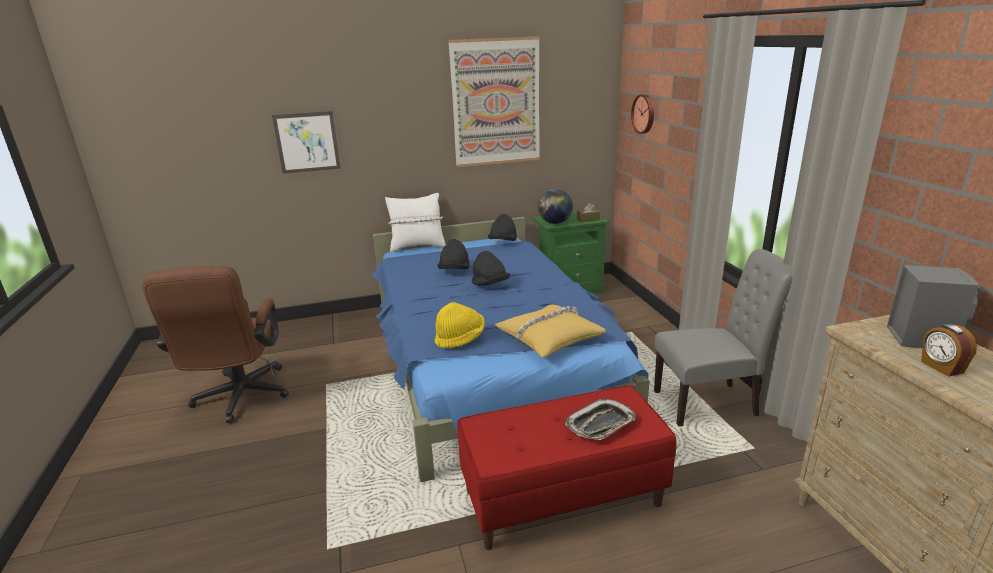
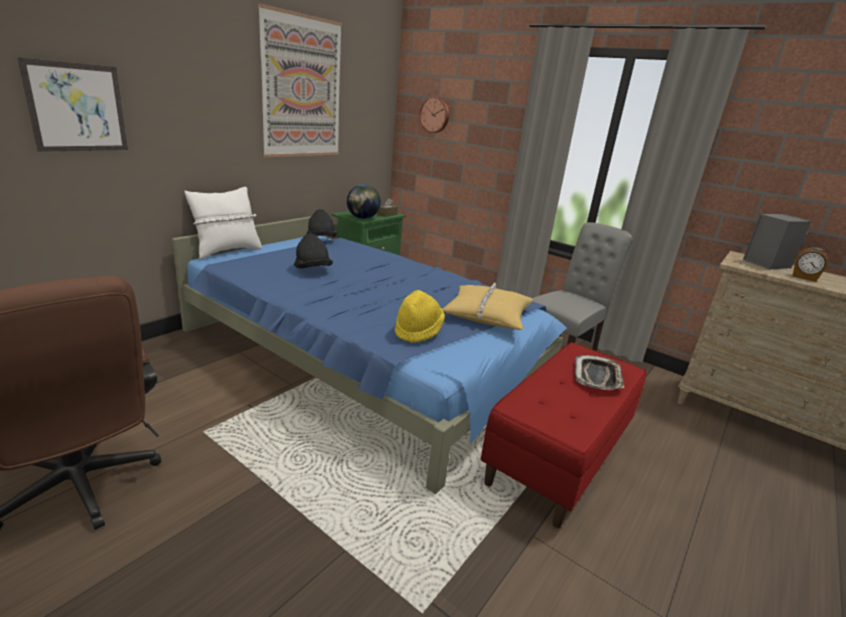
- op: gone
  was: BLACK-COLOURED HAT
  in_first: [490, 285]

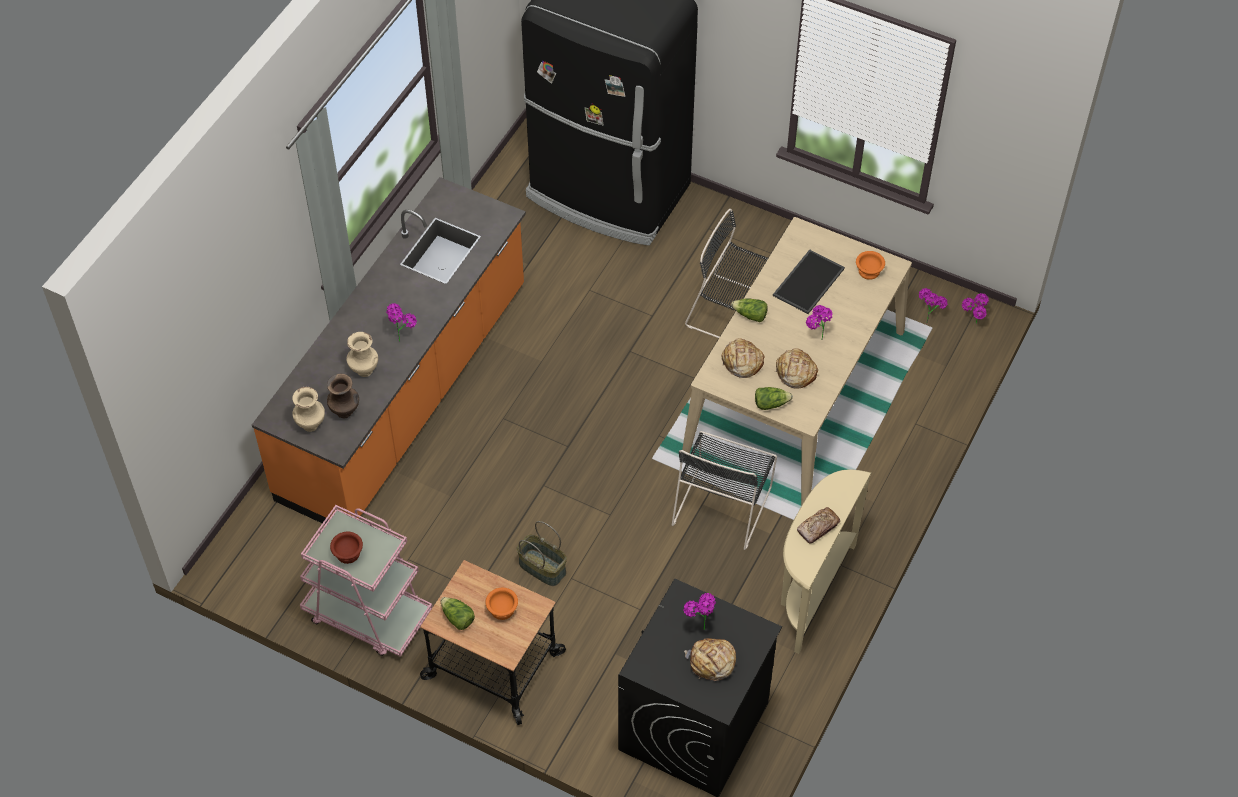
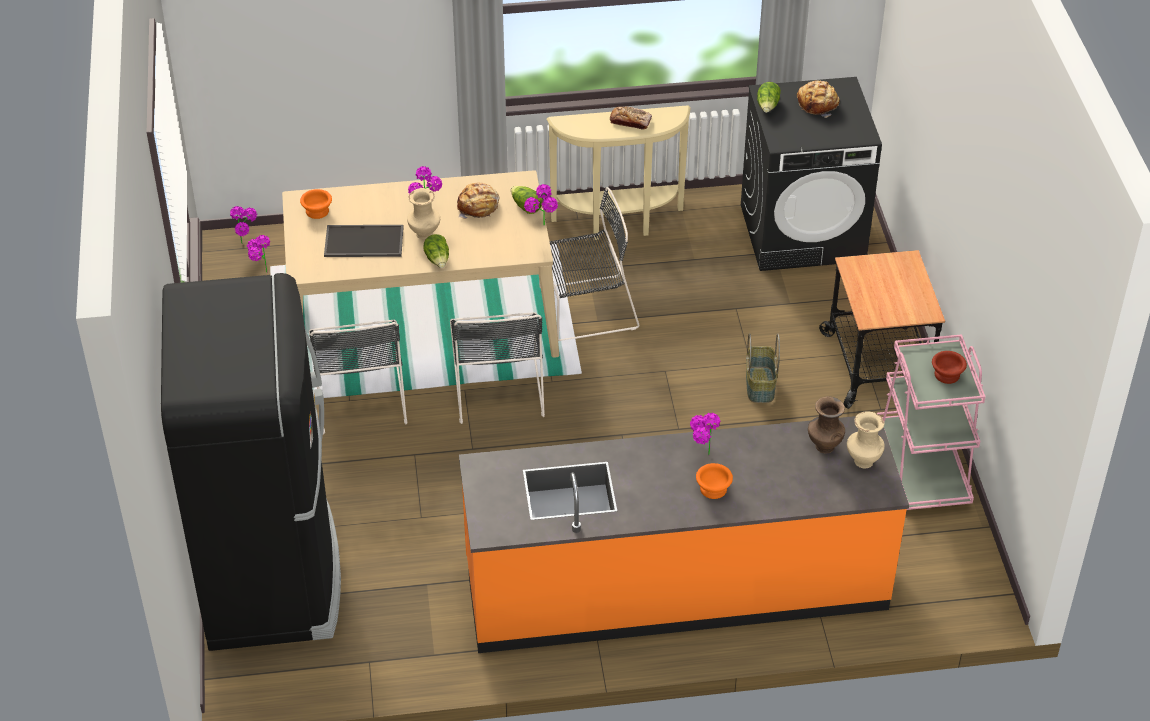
- op: shifted
  was: BEIGE-COLOURED DECORATIVE VASE
  in_first: [364, 370]
  in_second: [425, 235]
- op: new
  now: BLACK-COLOURED CHAIR
  in_second: [498, 387]
- op: shifted
  was: PLANT IN A POT
  in_first: [699, 625]
  in_second: [542, 229]
- op: shifted
  was: ORANGEY BOWL
  in_first: [502, 610]
  in_second: [714, 489]
- op: shifted
  was: HEAD OF LETTUCE
  in_first: [457, 618]
  in_second: [768, 106]
- op: gone
  was: BAKED BREAD
  in_first: [741, 362]

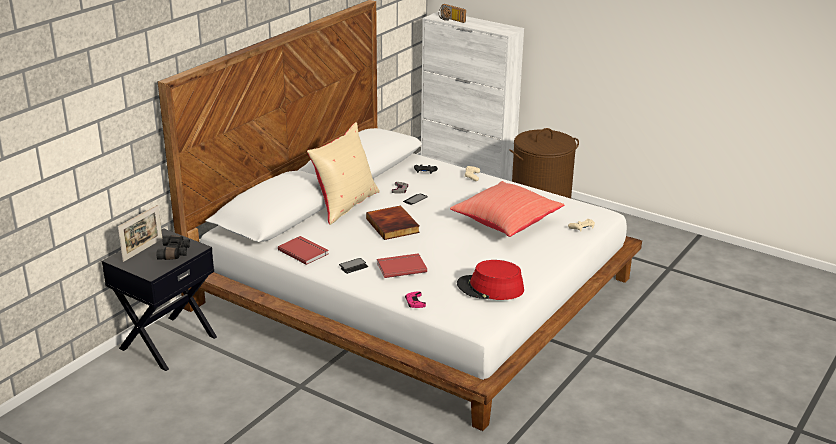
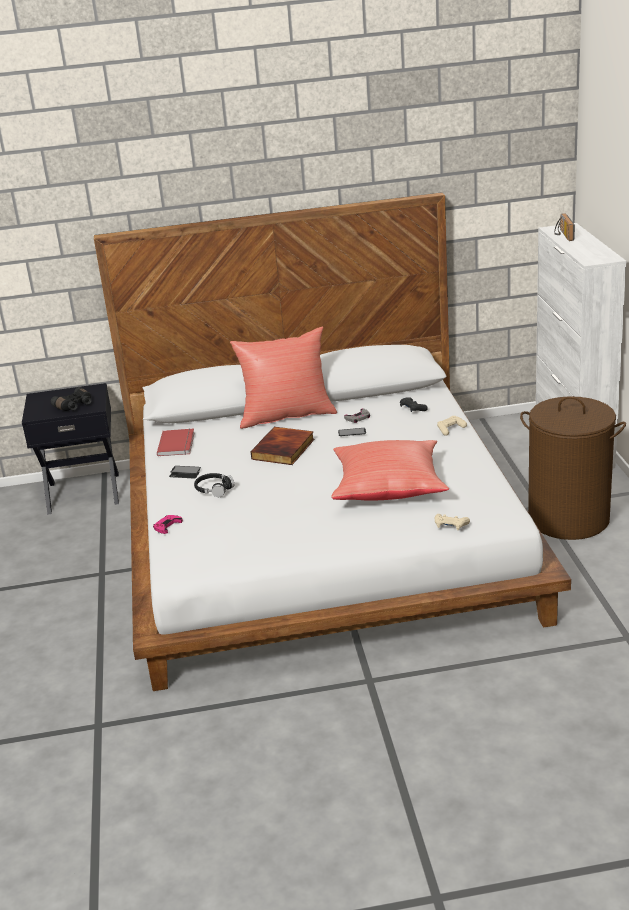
- op: swapped
  was: RED BOOK
  now: BLACK-COLOURED PAIR OF HEADPHONES
  in_first: [401, 267]
  in_second: [214, 489]
- op: repainted
  was: BEIGE-COLOURED THROW PILLOW
  now: RED THROW PILLOW
  in_first: [345, 205]
  in_second: [286, 415]
- op: gone
  was: PICTURE FRAME
  in_first: [142, 250]
- op: gone
  was: RED HAT
  in_first: [490, 288]

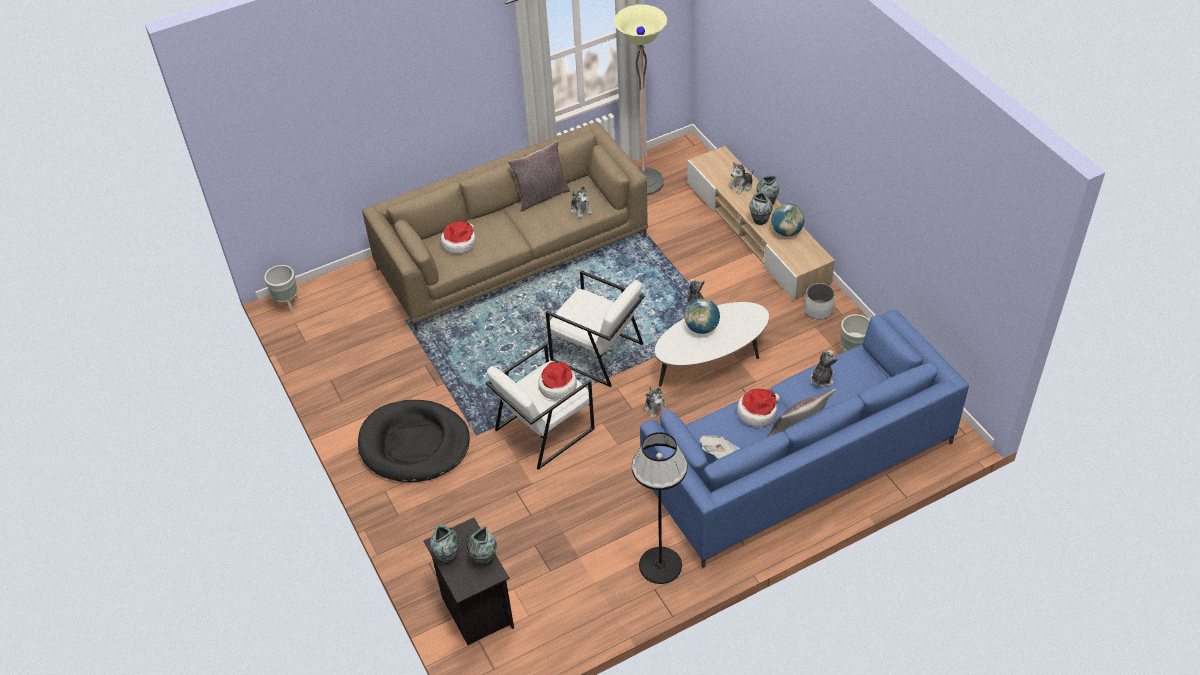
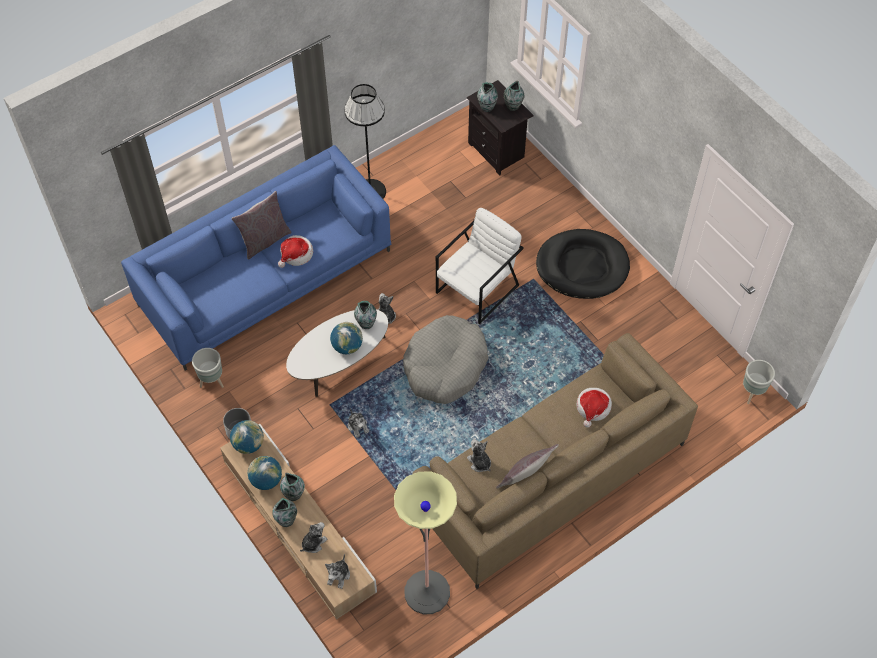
- op: new
  now: DESK GLOBE
  in_second: [248, 444]
- op: shifted
  was: PLUSH TOY
  in_first: [822, 378]
  in_second: [339, 575]
- op: new
  now: DECORATIVE VASE
  in_second: [366, 323]
- op: swapped
  was: WHITE-COLOURED ARMCHAIR
  now: GREY DOG BED
  in_first: [597, 352]
  in_second: [445, 366]
- op: gone
  was: HAT
  in_first: [557, 385]
- op: gone
  was: DAILY PAPER
  in_first: [720, 454]

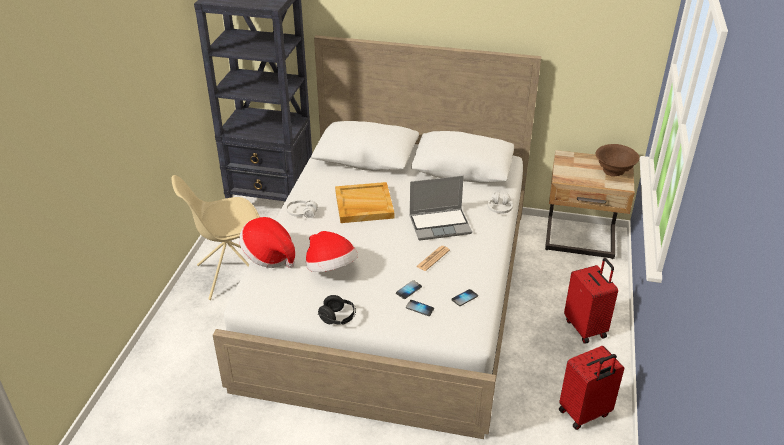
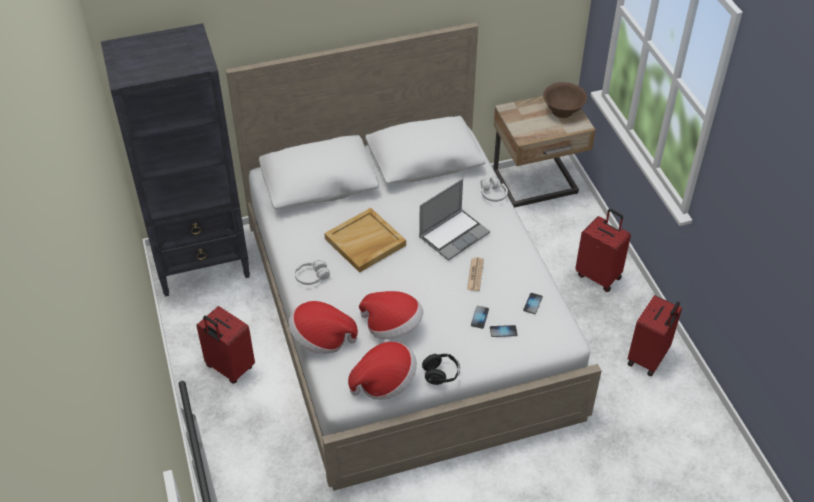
- op: swapped
  was: BEIGE-COLOURED CHAIR
  now: RED PIECE OF LUGGAGE
  in_first: [230, 275]
  in_second: [229, 368]
- op: new
  now: HAT
  in_second: [384, 381]

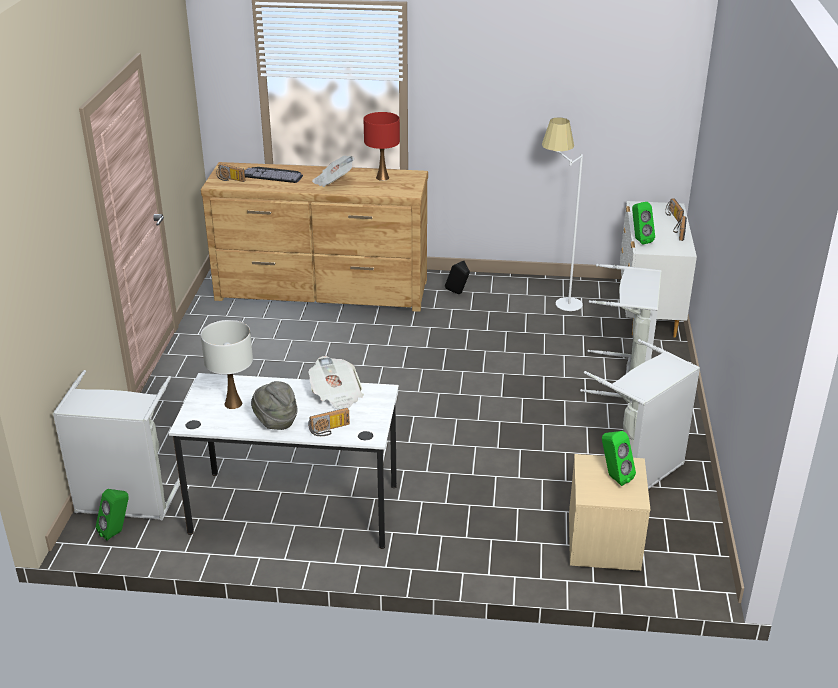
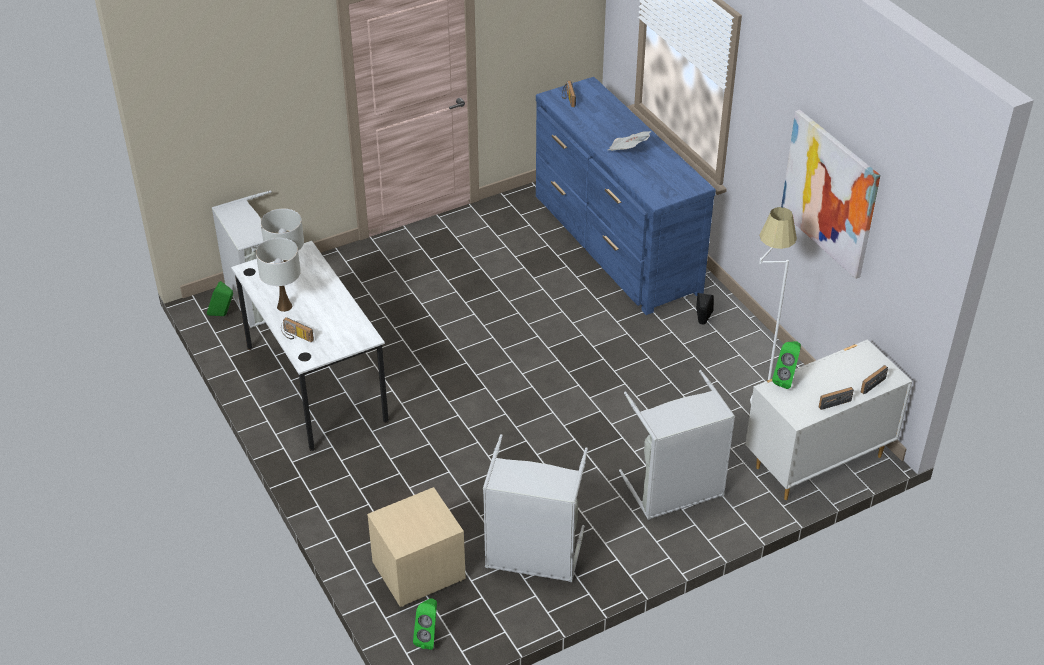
- op: swapped
  was: GREY HAT
  now: WHITE-COLOURED LAMP FOR A TABLE
  in_first: [275, 421]
  in_second: [284, 306]
- op: shifted
  was: GREEN SPEAKER
  in_first: [614, 477]
  in_second: [428, 637]
- op: repainted
  was: BROWNISH CHEST OF DRAWERS
  now: BLUISH CHEST OF DRAWERS
  in_first: [322, 291]
  in_second: [615, 243]
- op: new
  now: PICTURE
  in_second: [830, 193]
- op: gone
  was: COMPUTER KEYBOARD
  in_first: [273, 174]
- op: gone
  was: DAILY PAPER
  in_first: [336, 396]
- op: gone
  was: RED LAMP FOR A TABLE
  in_first: [382, 177]

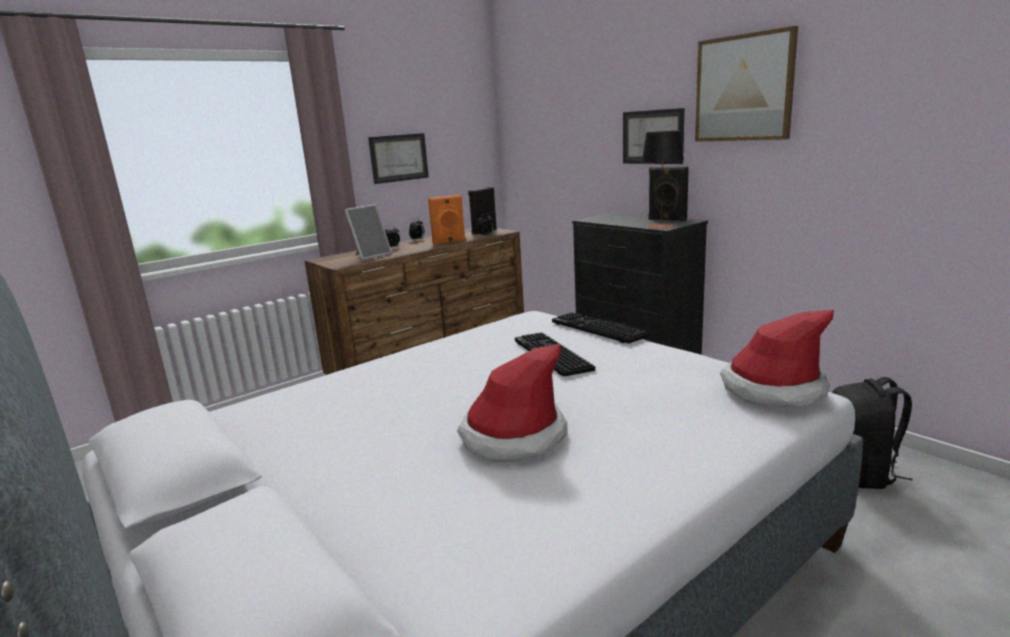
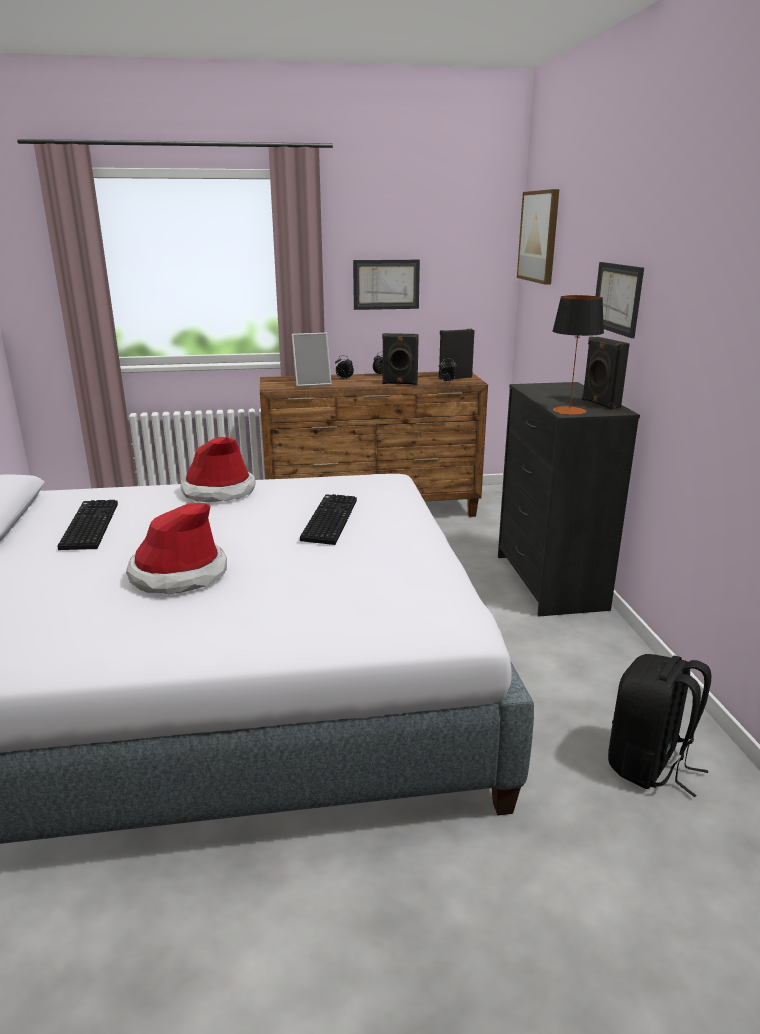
- op: shifted
  was: COMPUTER KEYBOARD
  in_first: [596, 329]
  in_second: [88, 525]
- op: shifted
  was: HAT
  in_first: [772, 388]
  in_second: [218, 491]
- op: repainted
  was: ORANGEY SPEAKER
  now: BLACK-COLOURED SPEAKER
  in_first: [449, 242]
  in_second: [400, 383]
- op: shifted
  was: PICTURE
  in_first: [744, 88]
  in_second: [539, 236]

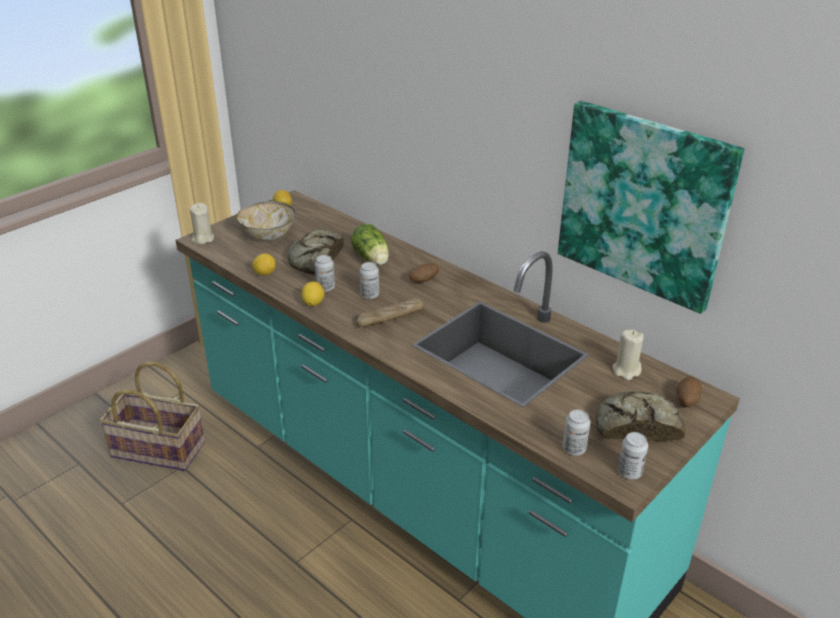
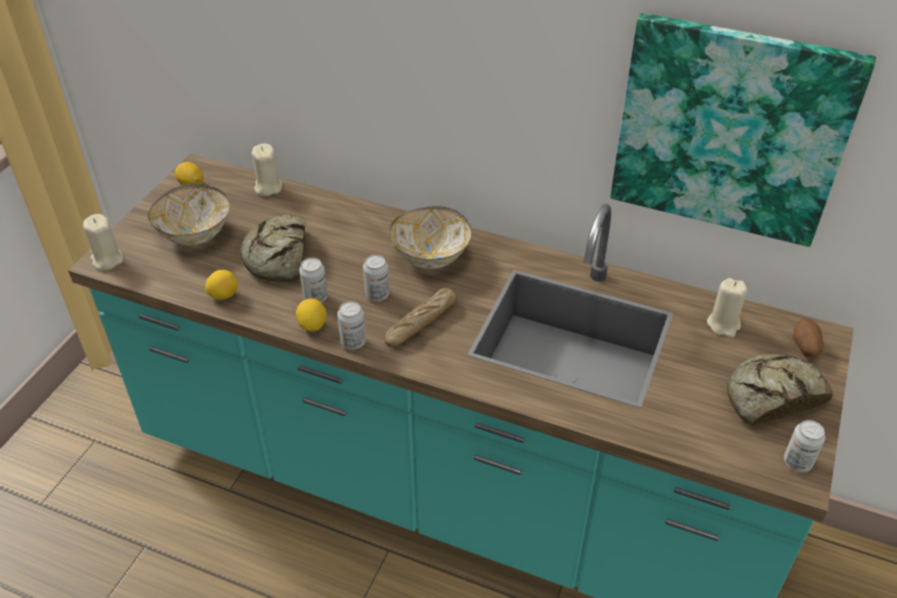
- op: new
  now: BEIGE-COLOURED WAX LIGHT
  in_second: [268, 187]
- op: shifted
  was: METAL CAN
  in_first: [574, 449]
  in_second: [353, 342]
- op: swapped
  was: WHOLE POTATO
  now: BOWL
  in_first: [424, 281]
  in_second: [432, 256]
- op: gone
  was: BASKET
  in_first: [157, 450]
- op: gone
  was: HEAD OF LETTUCE
  in_first: [372, 259]

